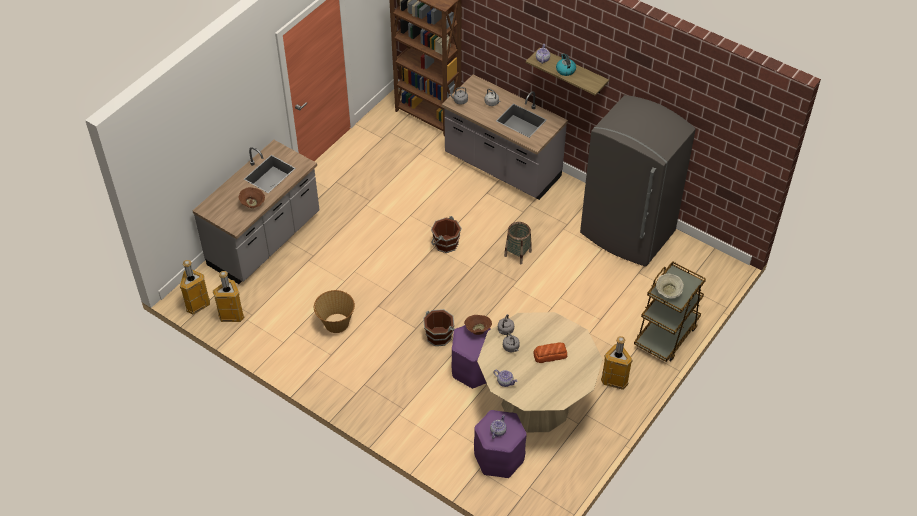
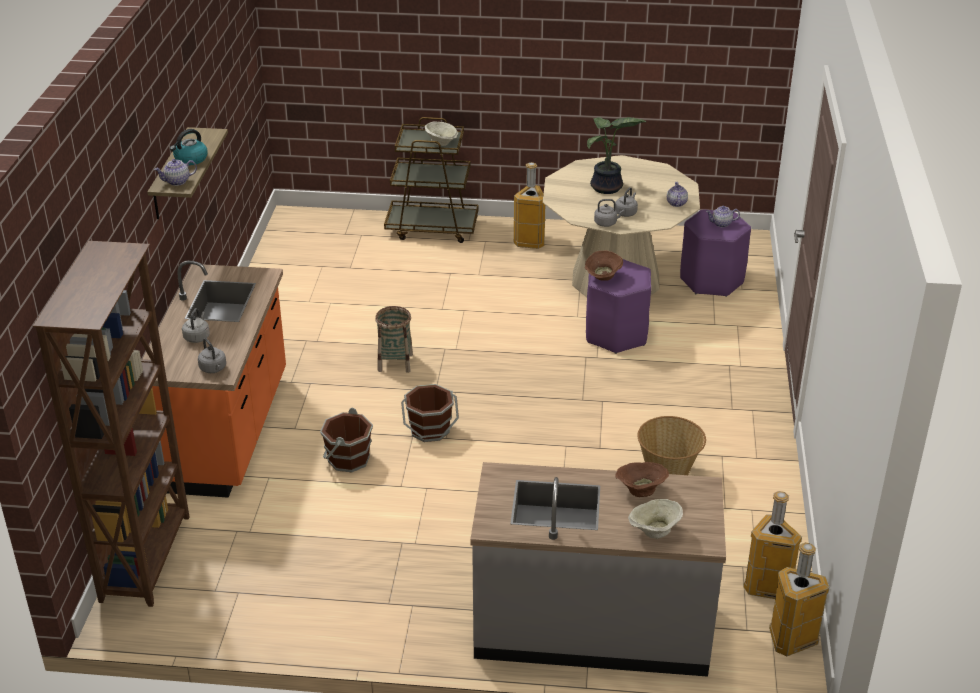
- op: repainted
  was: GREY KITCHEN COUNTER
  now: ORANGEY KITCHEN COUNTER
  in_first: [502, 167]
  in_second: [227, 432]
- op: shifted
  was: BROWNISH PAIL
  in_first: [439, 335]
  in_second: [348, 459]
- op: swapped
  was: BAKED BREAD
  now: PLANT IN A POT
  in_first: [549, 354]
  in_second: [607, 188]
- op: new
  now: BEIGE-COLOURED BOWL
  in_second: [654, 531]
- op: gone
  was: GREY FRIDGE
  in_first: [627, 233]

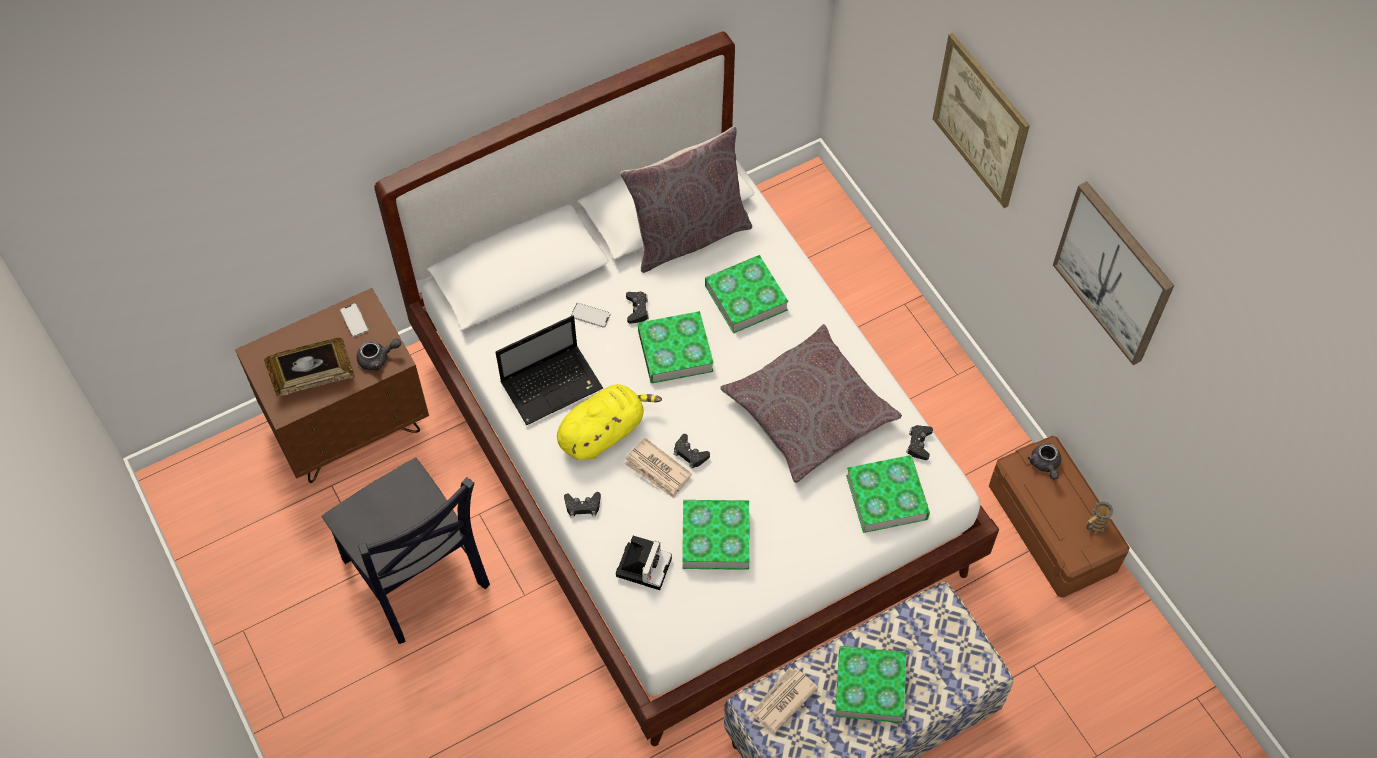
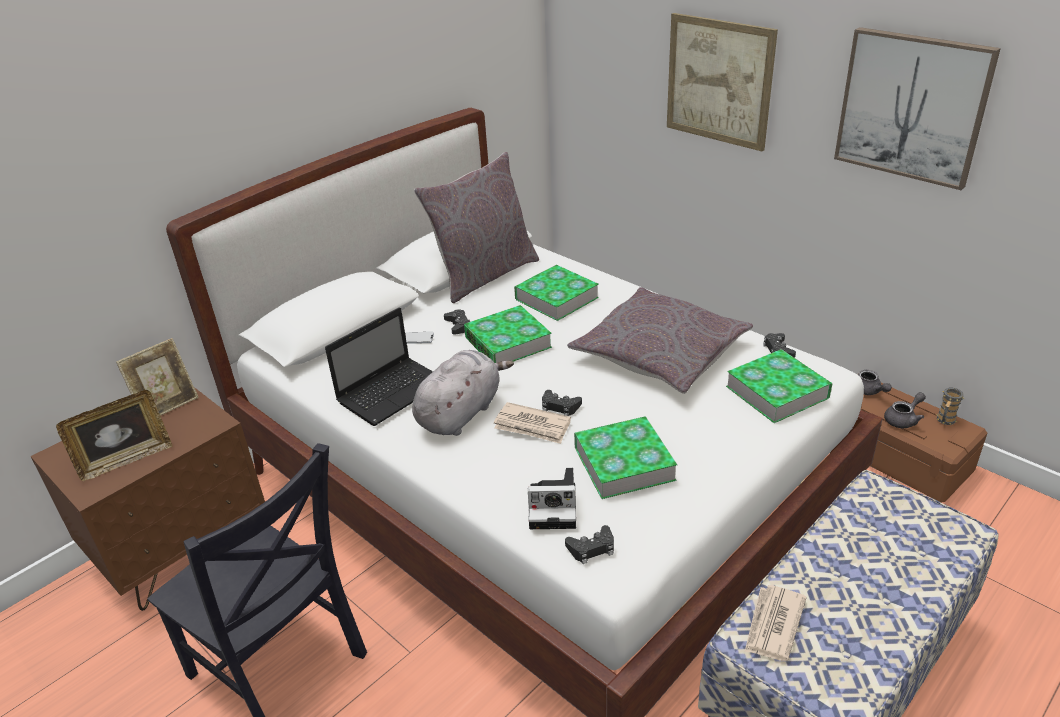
- op: swapped
  was: HANDSET
  now: PICTURE FRAME
  in_first: [354, 321]
  in_second: [168, 405]
- op: repainted
  was: YELLOWISH PLUSH TOY
  now: GREY PLUSH TOY
  in_first: [604, 432]
  in_second: [461, 413]
- op: rotated
  was: STILL CAMERA
  in_first: [643, 565]
  in_second: [555, 507]
  clockwise: 90
- op: shifted
  was: BLACK-COLOURED GAMEPAD
  in_first: [582, 506]
  in_second: [592, 548]
- op: shifted
  was: GREY POT FOR TEA
  in_first: [378, 358]
  in_second: [903, 419]
- op: gone
  was: BOOK
  in_first: [870, 687]

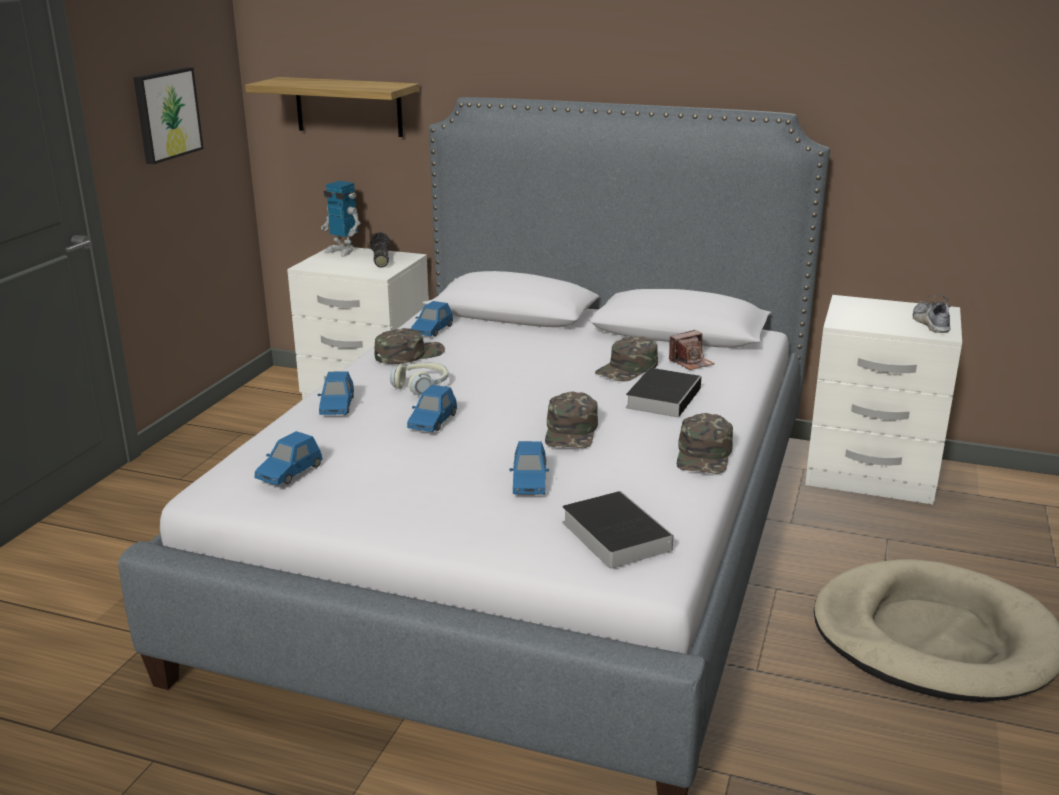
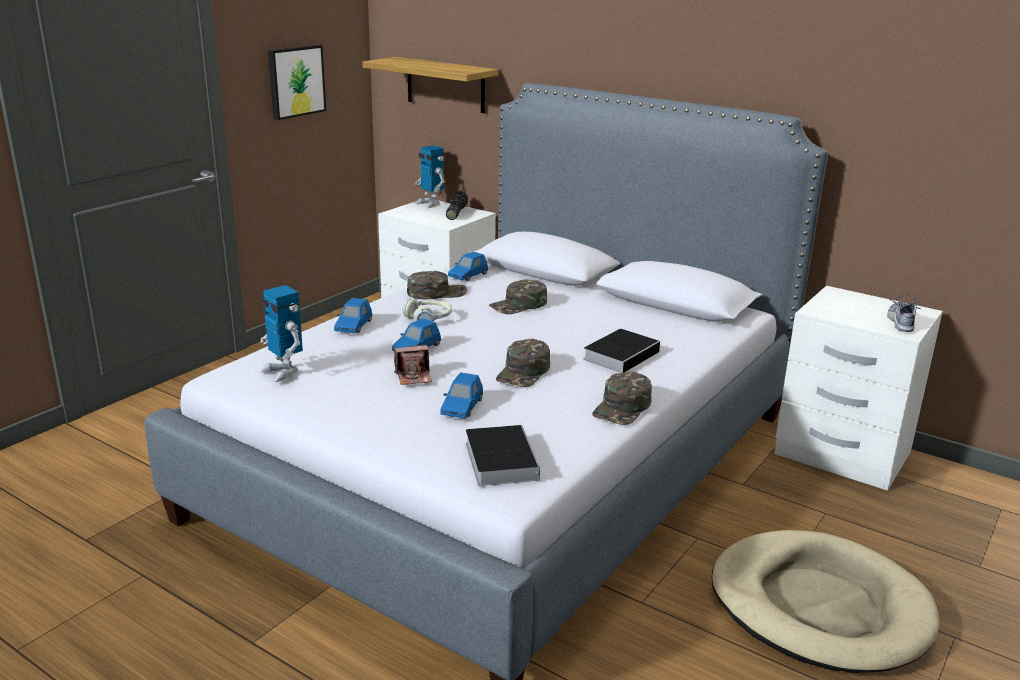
- op: swapped
  was: BLUISH MINIATURE CAR
  now: MODEL ROBOT
  in_first: [289, 472]
  in_second: [283, 371]
- op: shifted
  was: STILL CAMERA
  in_first: [691, 362]
  in_second: [414, 377]
- op: shifted
  was: GREEN CAP
  in_first: [627, 369]
  in_second: [518, 305]

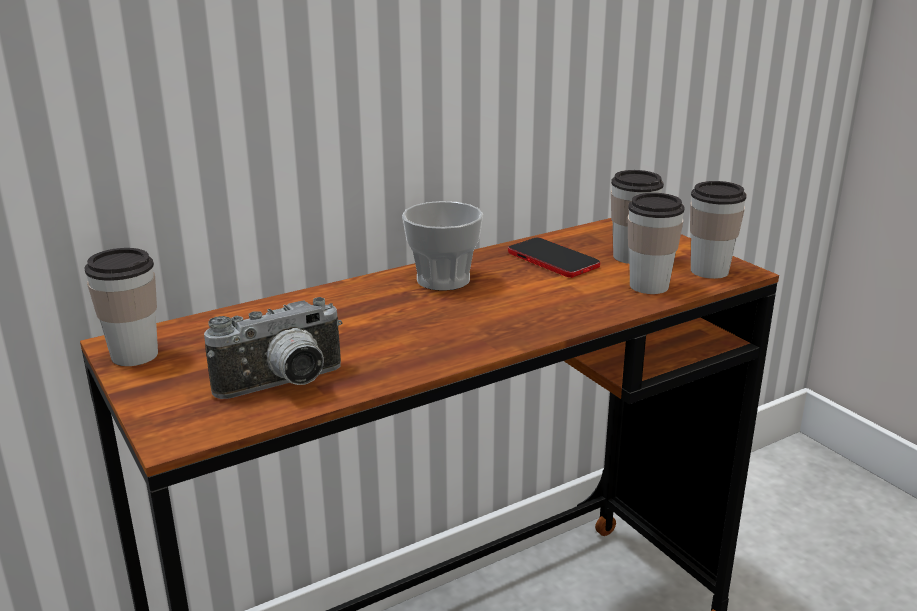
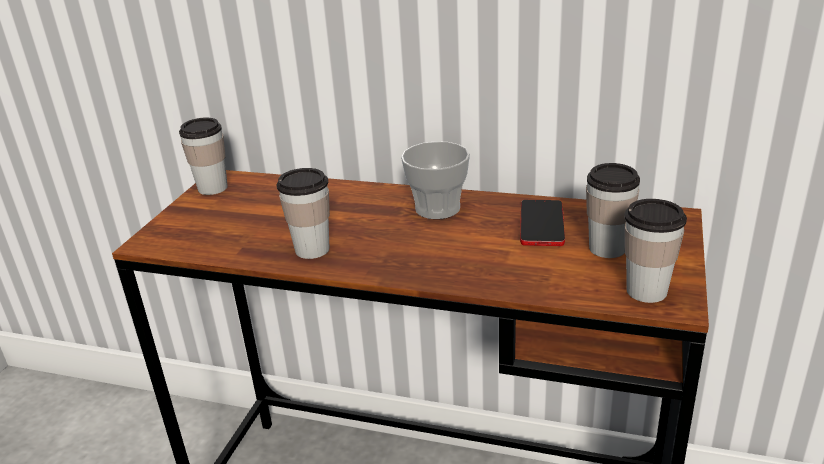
- op: shifted
  was: CUP
  in_first: [649, 286]
  in_second: [312, 249]
- op: gone
  was: STILL CAMERA
  in_first: [284, 386]

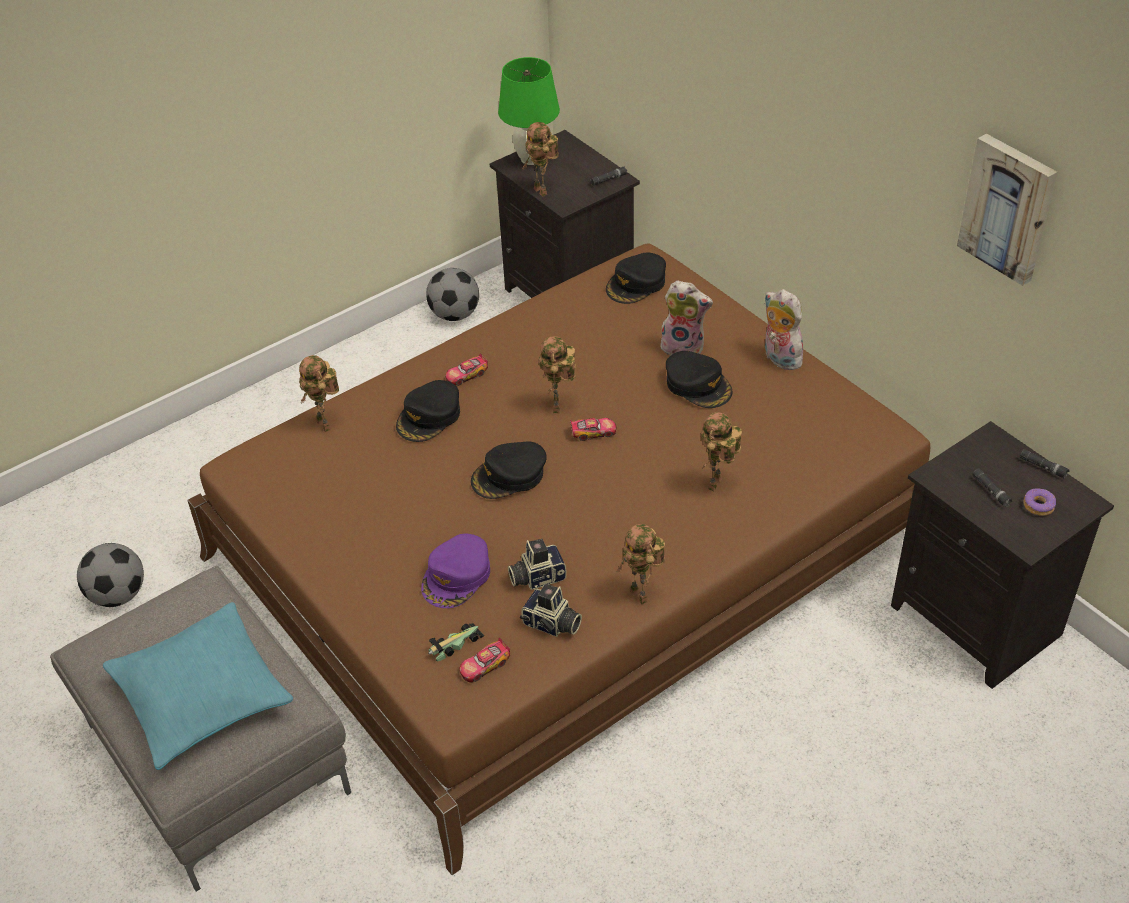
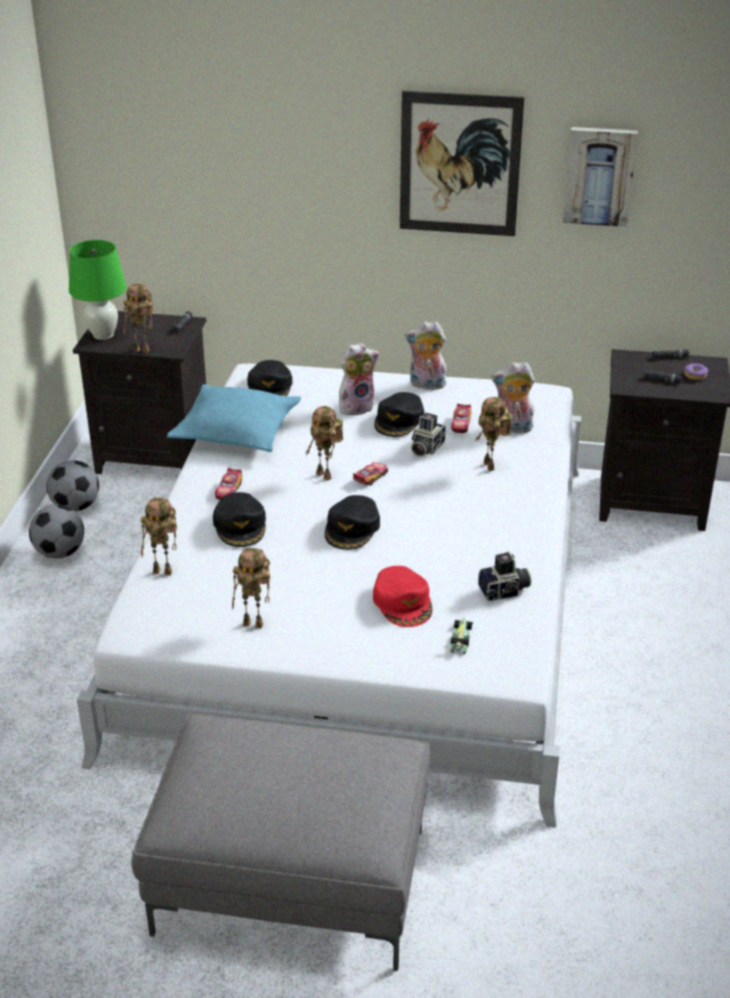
- op: shifted
  was: FOOTBALL BALL
  in_first: [118, 595]
  in_second: [60, 552]
- op: repainted
  was: BROWNISH SLEEPING BED
  now: WHITE-COLOURED SLEEPING BED
  in_first: [567, 548]
  in_second: [364, 600]
- op: shifted
  was: BLUE-GREEN THROW PILLOW
  in_first: [201, 695]
  in_second: [236, 431]
- op: shifted
  was: MODEL ROBOT
  in_first: [641, 596]
  in_second: [255, 623]
- op: repainted
  was: PURPLE-COLOURED CAP
  now: RED CAP
  in_first: [457, 576]
  in_second: [403, 602]
- op: rotated
  was: BLACK-COLOURED CAP
  in_first: [698, 385]
  in_second: [399, 420]
  clockwise: 105
- op: new
  now: PICTURE
  in_second: [460, 164]
- op: shifted
  was: STILL CAMERA
  in_first: [536, 576]
  in_second: [426, 448]
- op: shifted
  was: MINIATURE CAR
  in_first: [484, 666]
  in_second: [461, 424]
- op: new
  now: PLUSH TOY
  in_second: [512, 428]

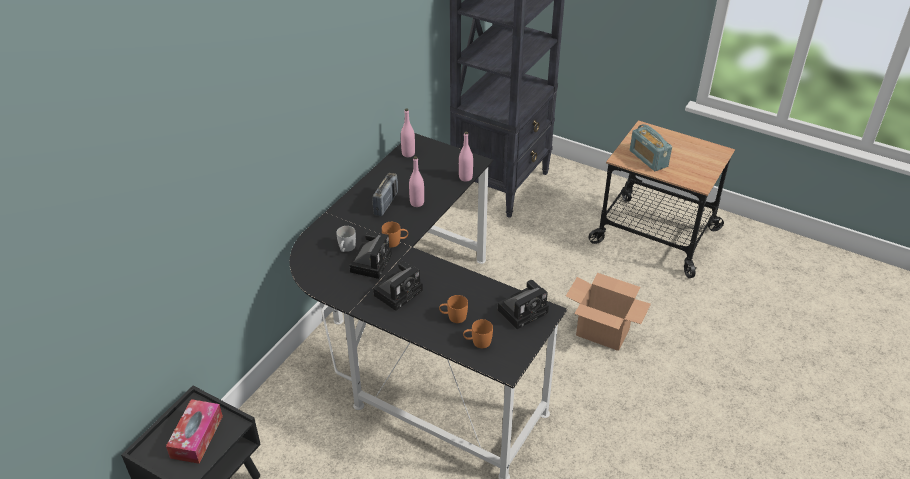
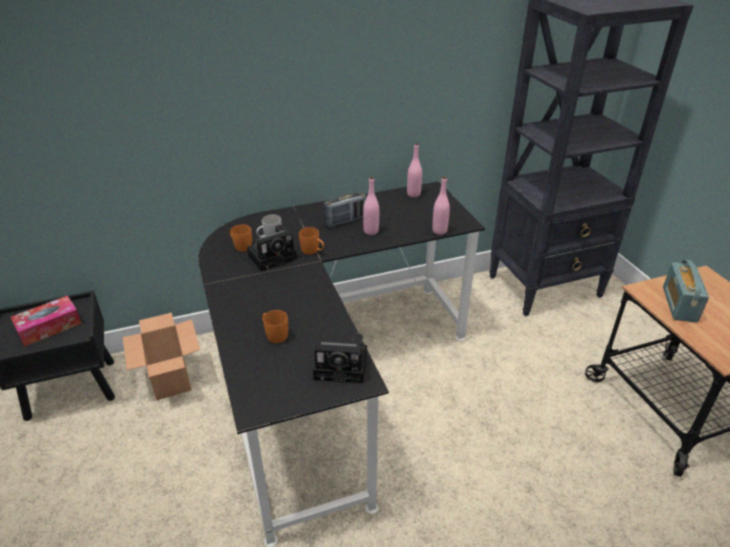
- op: shifted
  was: CARTON
  in_first: [603, 332]
  in_second: [171, 379]
- op: shifted
  was: ORANGEY MUG
  in_first: [477, 342]
  in_second: [240, 245]
- op: gone
  was: STILL CAMERA
  in_first: [399, 291]

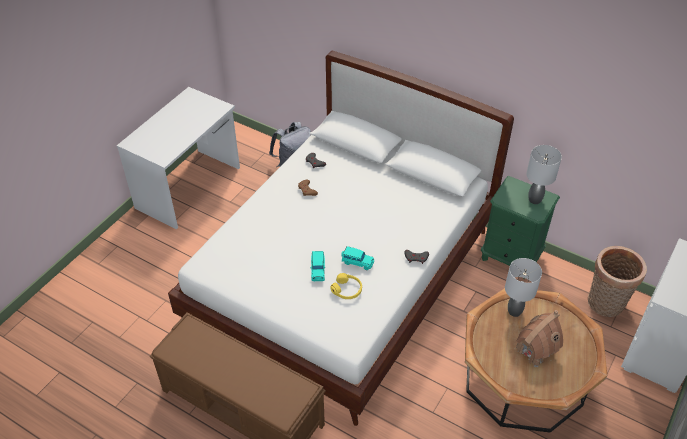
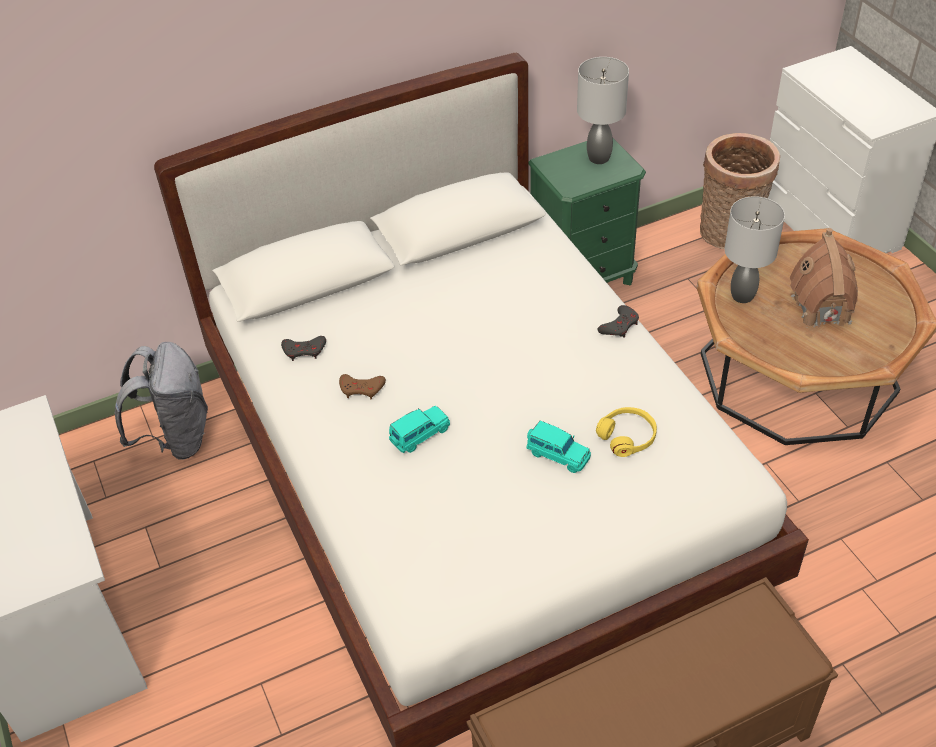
- op: shifted
  was: BLUE-GREEN MINIATURE CAR
  in_first: [357, 262]
  in_second: [419, 436]

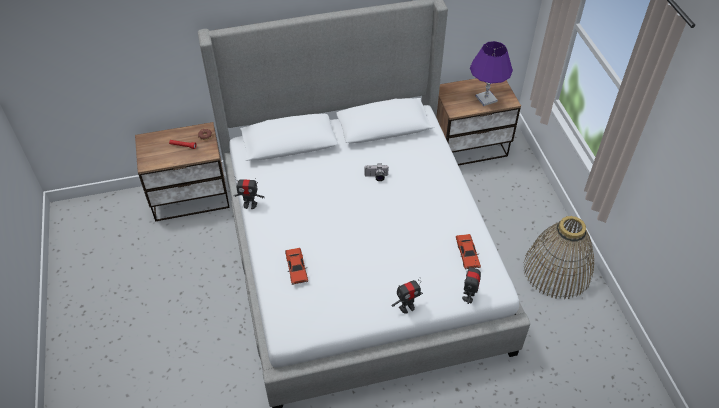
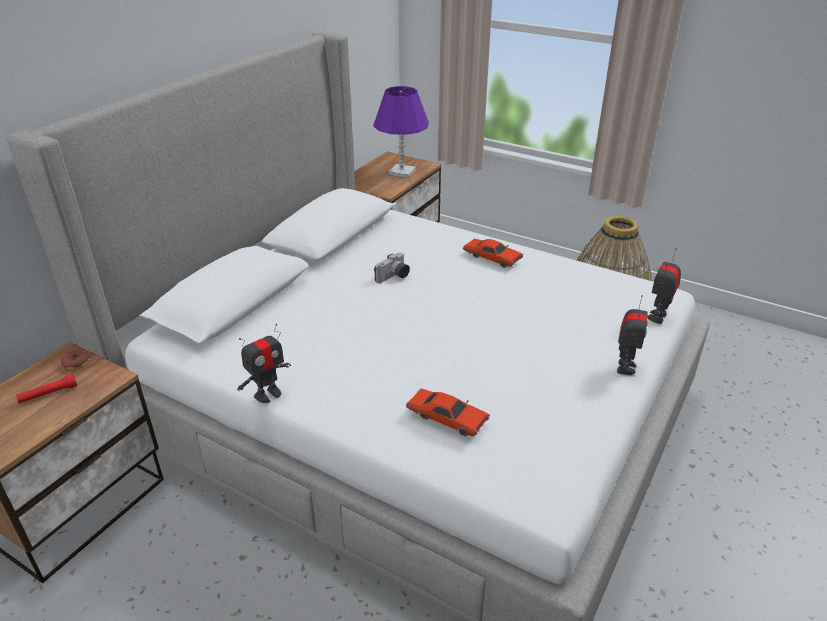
- op: shifted
  was: RED MINIATURE CAR
  in_first: [467, 254]
  in_second: [492, 258]
- op: rotated
  was: MODEL ROBOT
  in_first: [469, 296]
  in_second: [658, 317]
  clockwise: 60

